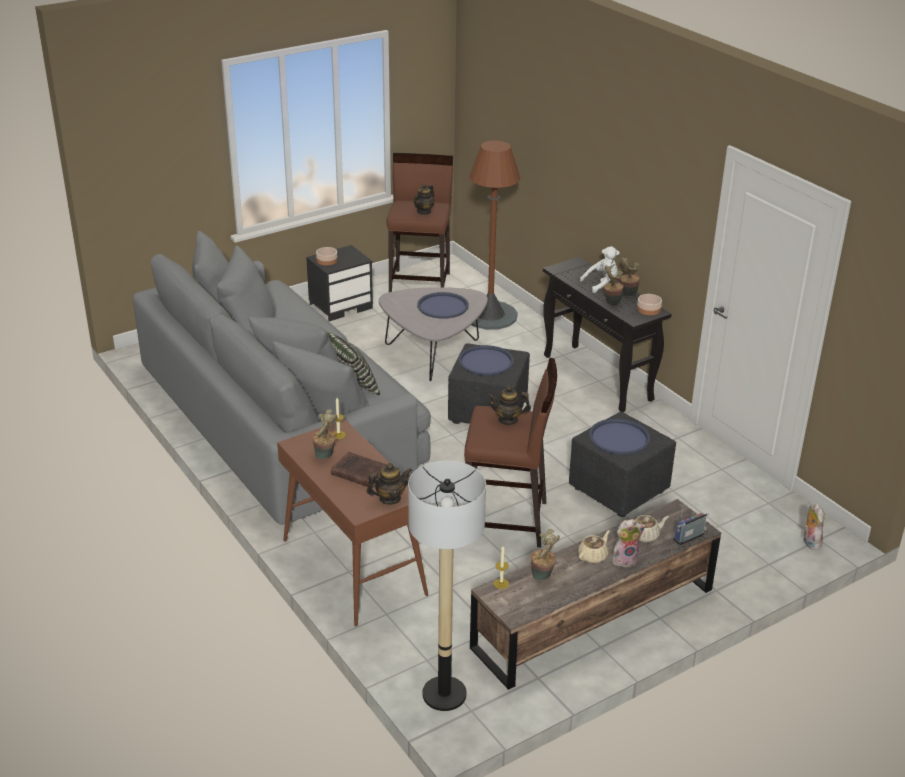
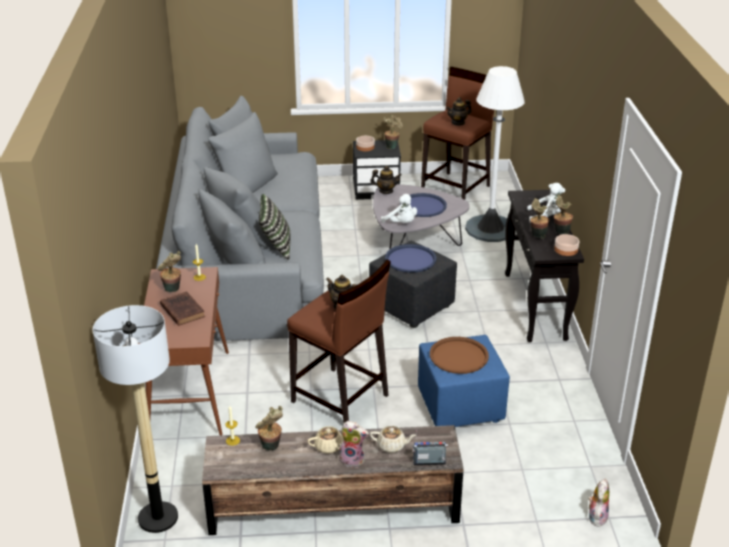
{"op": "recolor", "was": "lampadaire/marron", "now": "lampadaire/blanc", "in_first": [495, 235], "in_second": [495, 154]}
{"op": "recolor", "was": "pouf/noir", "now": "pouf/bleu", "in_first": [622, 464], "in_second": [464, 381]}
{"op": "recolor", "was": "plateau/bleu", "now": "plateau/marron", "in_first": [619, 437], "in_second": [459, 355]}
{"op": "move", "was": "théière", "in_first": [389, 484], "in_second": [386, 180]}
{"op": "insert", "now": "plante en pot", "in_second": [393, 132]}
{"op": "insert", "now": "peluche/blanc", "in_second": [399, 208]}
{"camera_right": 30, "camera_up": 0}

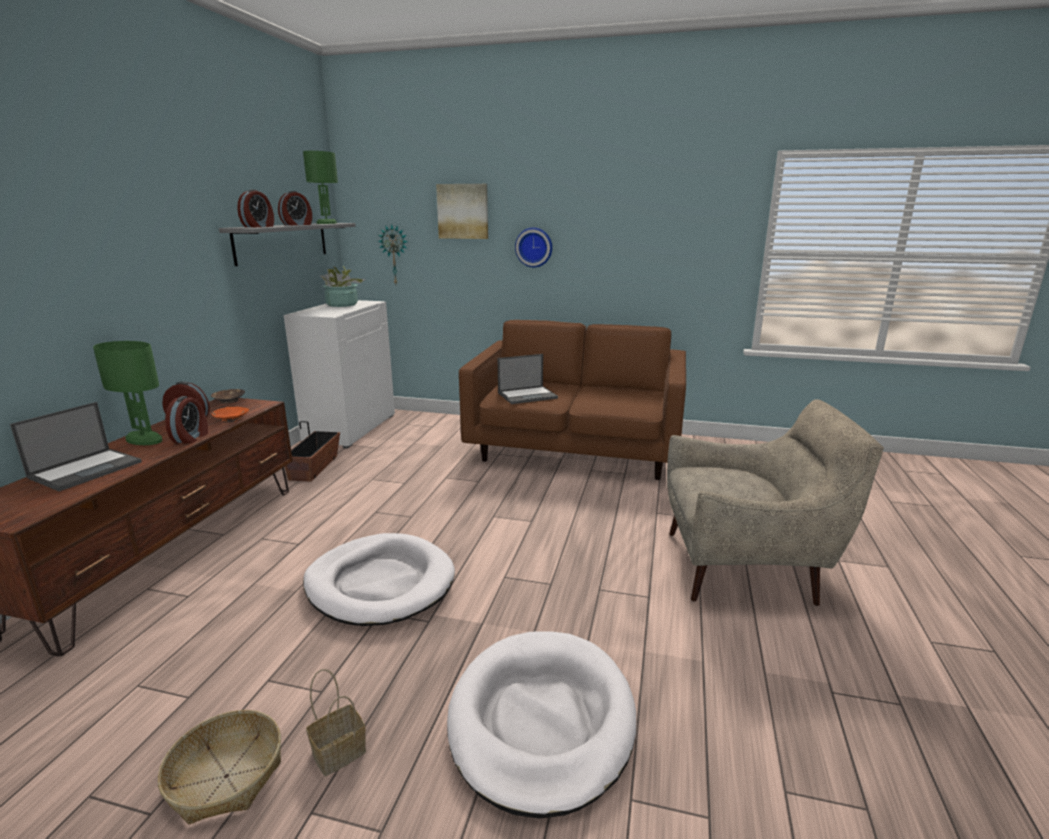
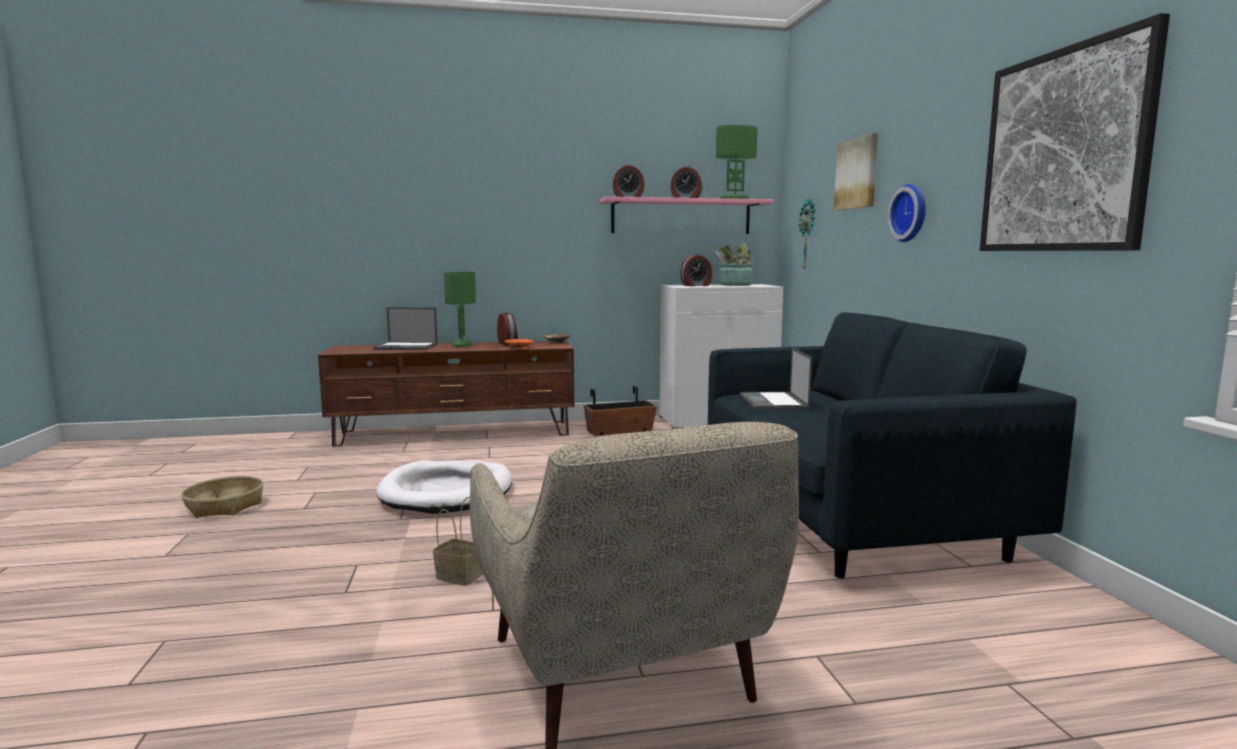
{"op": "recolor", "was": "étagère/gris", "now": "étagère/rose", "in_first": [287, 244], "in_second": [686, 215]}
{"op": "recolor", "was": "canapé/marron", "now": "canapé/bleu", "in_first": [572, 400], "in_second": [892, 445]}
{"op": "rotate", "was": "ordinateur portable", "in_first": [528, 379], "in_second": [776, 378], "clockwise": 45}
{"op": "move", "was": "réveil", "in_first": [186, 420], "in_second": [696, 270]}
{"op": "delete", "was": "panier pour chien/blanc", "in_first": [541, 725]}
{"op": "move", "was": "panier", "in_first": [336, 722], "in_second": [458, 541]}
{"op": "insert", "now": "tableau", "in_second": [1075, 132]}
{"camera_right": 65, "camera_up": -10}

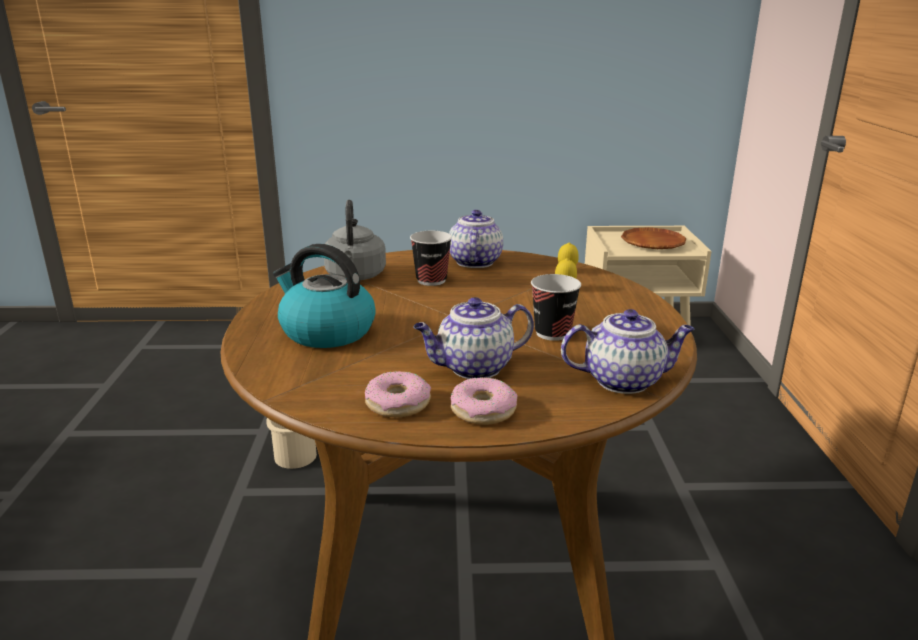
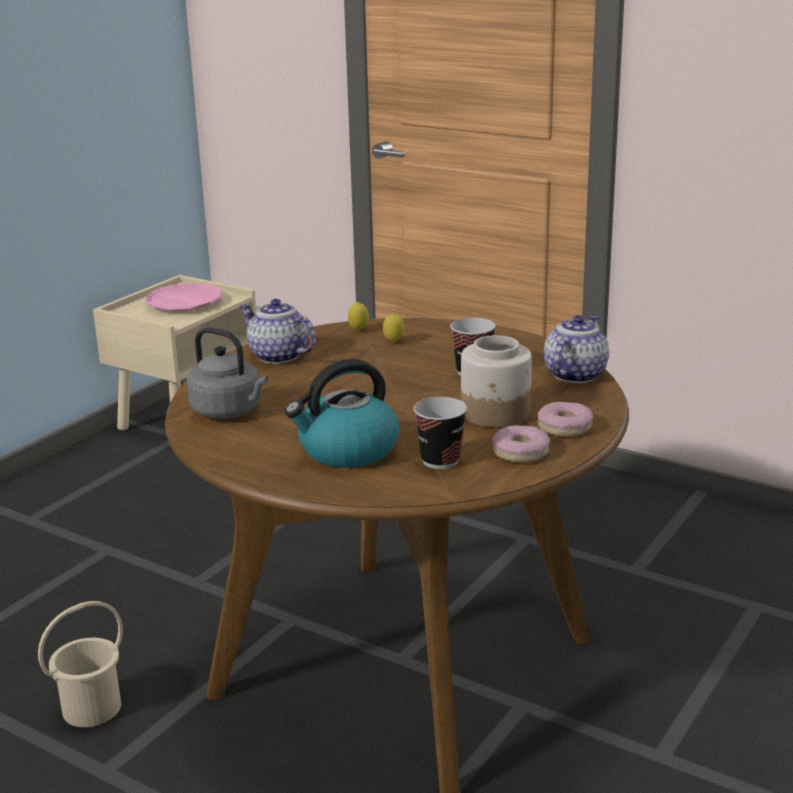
{"op": "recolor", "was": "assiette/marron", "now": "assiette/rose", "in_first": [653, 238], "in_second": [183, 297]}
{"op": "move", "was": "tasse", "in_first": [431, 258], "in_second": [440, 433]}
{"op": "replace", "was": "théière", "now": "bocal", "in_first": [473, 338], "in_second": [496, 381]}
{"camera_right": -55, "camera_up": 0}

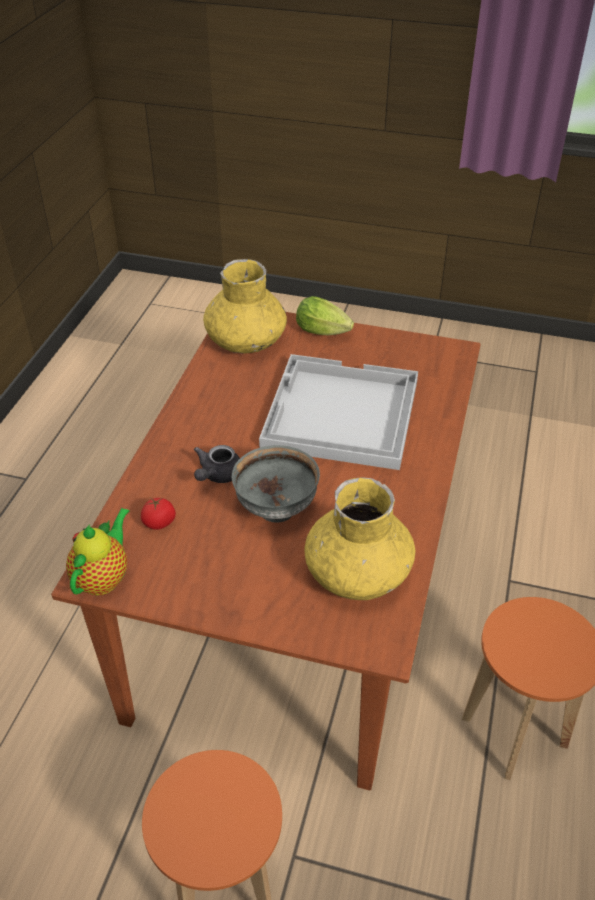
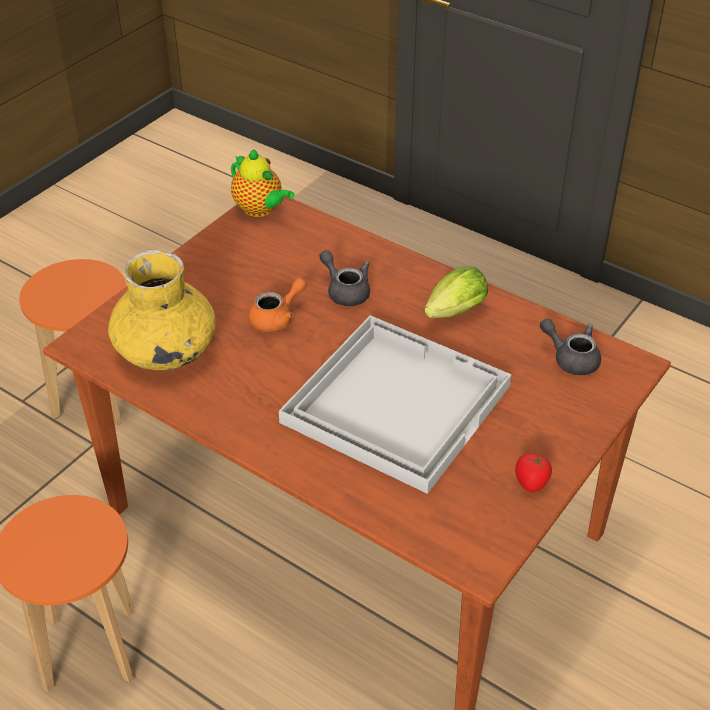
{"op": "replace", "was": "vase/jaune", "now": "théière/gris", "in_first": [245, 306], "in_second": [570, 347]}
{"op": "move", "was": "laitue", "in_first": [325, 315], "in_second": [456, 292]}
{"op": "replace", "was": "bol/gris", "now": "théière/orange", "in_first": [275, 484], "in_second": [277, 305]}
{"op": "move", "was": "tomate", "in_first": [158, 514], "in_second": [533, 472]}
{"camera_right": 110, "camera_up": 0}

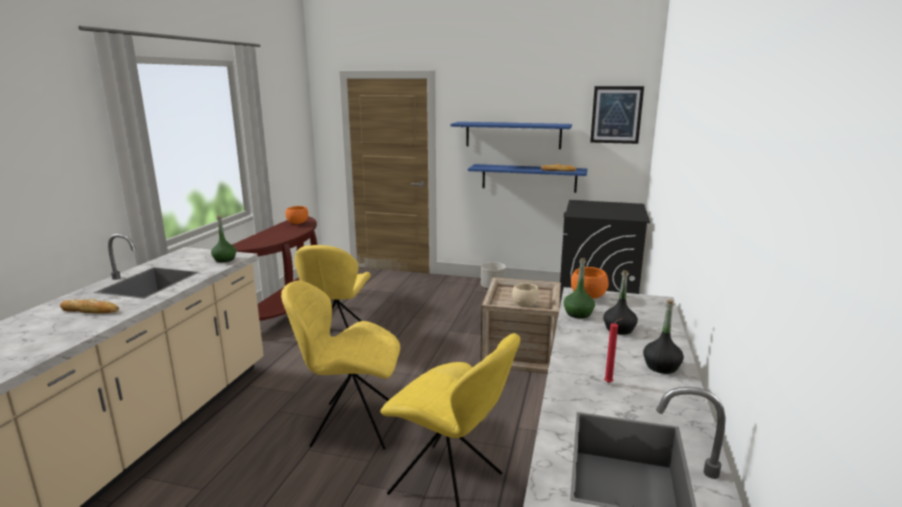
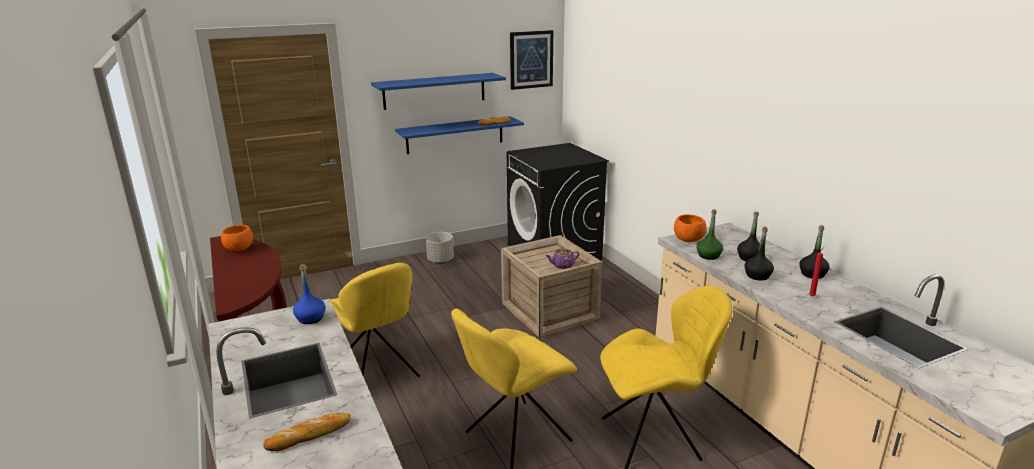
{"op": "recolor", "was": "bouteille/vert", "now": "bouteille/bleu", "in_first": [224, 238], "in_second": [309, 294]}
{"op": "replace", "was": "bol/beige", "now": "théière/violet", "in_first": [525, 295], "in_second": [562, 258]}
{"op": "insert", "now": "bouteille/noir", "in_second": [759, 254]}
{"camera_right": -40, "camera_up": 5}

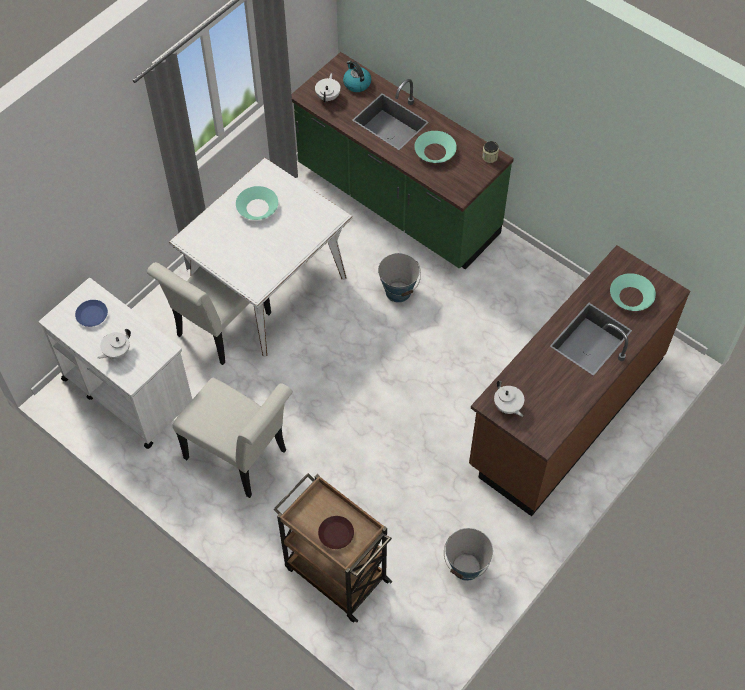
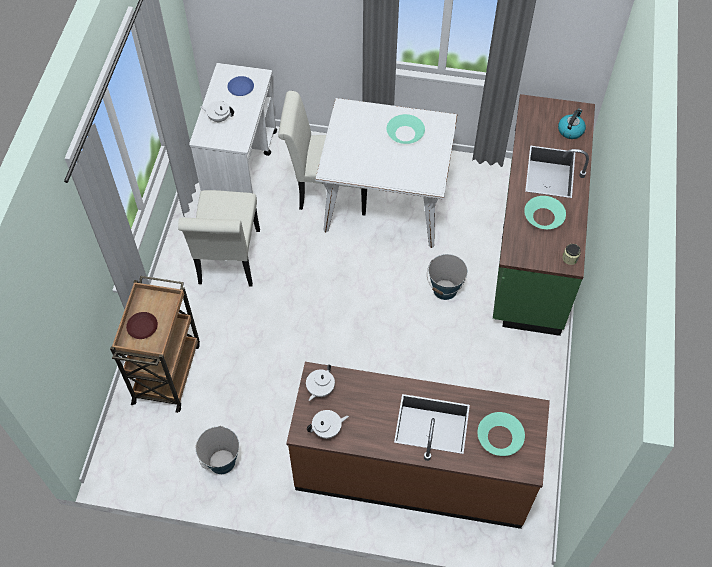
{"op": "move", "was": "théière/blanc", "in_first": [328, 88], "in_second": [328, 424]}
{"camera_right": 60, "camera_up": 0}

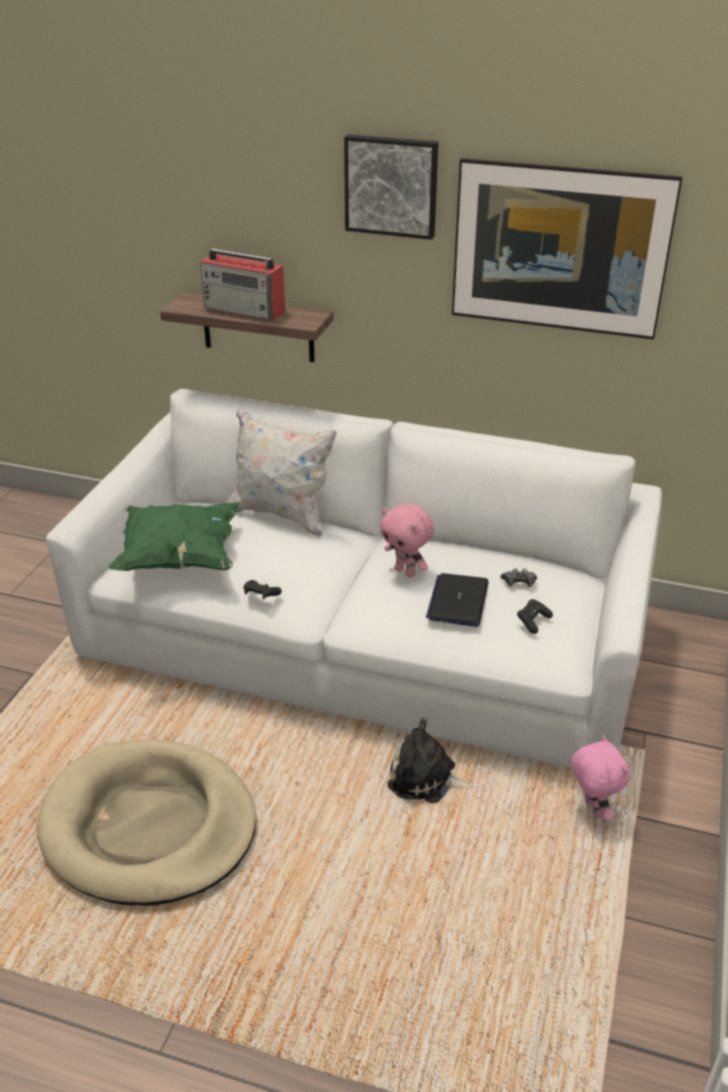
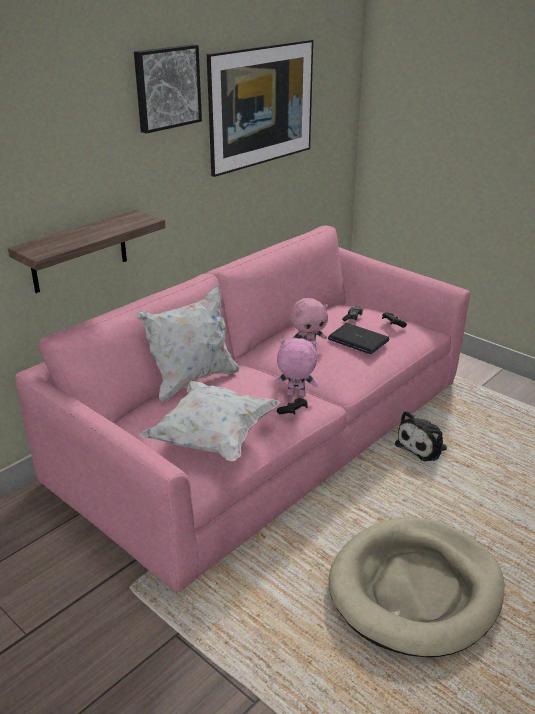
{"op": "delete", "was": "radio", "in_first": [242, 284]}
{"op": "recolor", "was": "canapé/blanc", "now": "canapé/rose", "in_first": [354, 578], "in_second": [242, 409]}
{"op": "recolor", "was": "coussin/vert", "now": "coussin/blanc", "in_first": [174, 537], "in_second": [210, 421]}
{"op": "move", "was": "peluche/rose", "in_first": [600, 777], "in_second": [296, 367]}
{"camera_right": -65, "camera_up": -5}

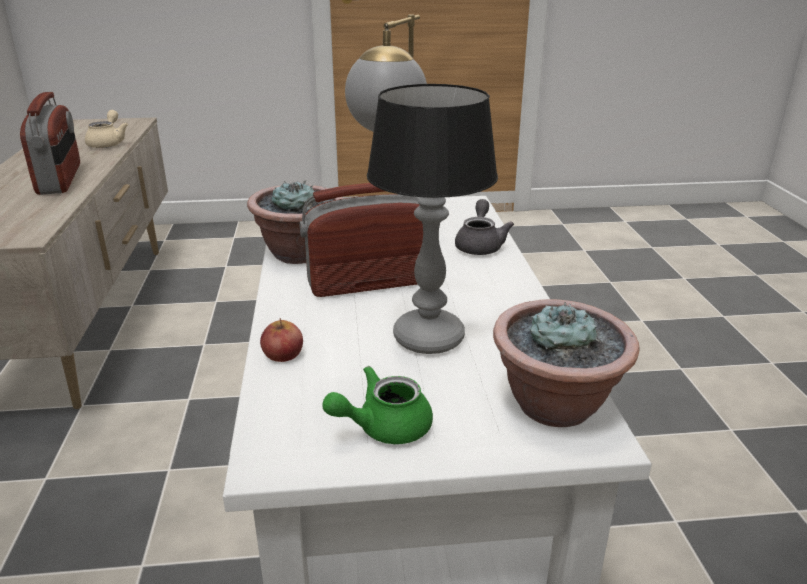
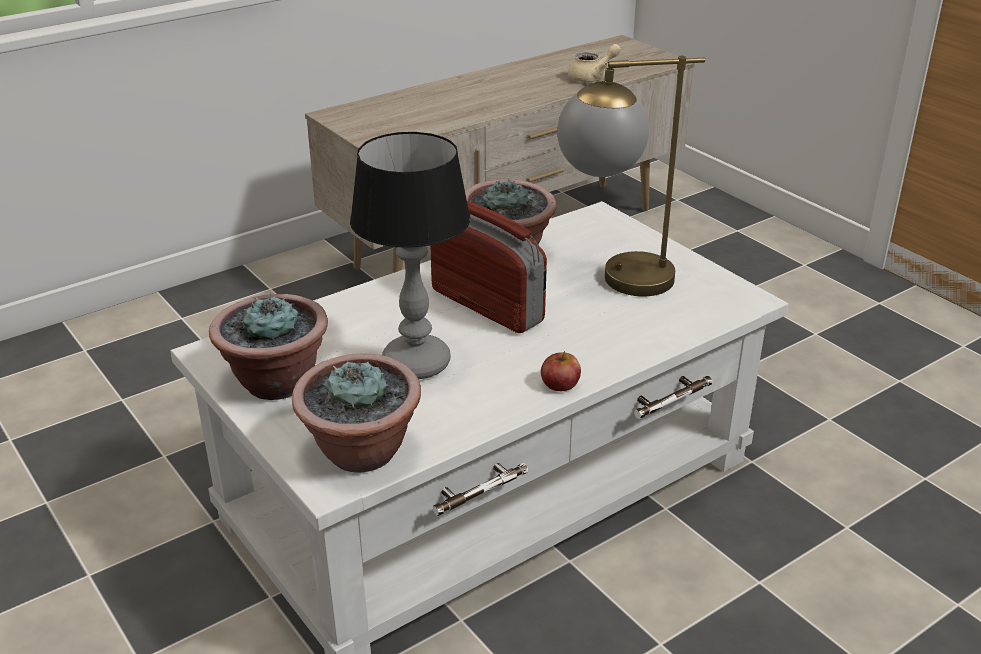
{"op": "delete", "was": "radio", "in_first": [50, 143]}
{"op": "delete", "was": "théière/gris", "in_first": [484, 227]}
{"op": "move", "was": "pomme", "in_first": [281, 340], "in_second": [561, 371]}
{"op": "replace", "was": "théière/vert", "now": "plante en pot", "in_first": [377, 405], "in_second": [268, 347]}
{"camera_right": 60, "camera_up": 5}

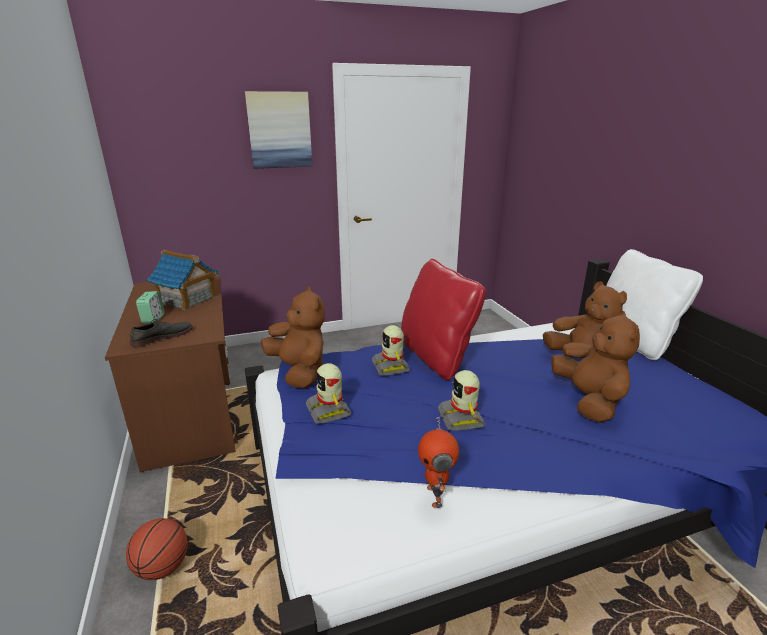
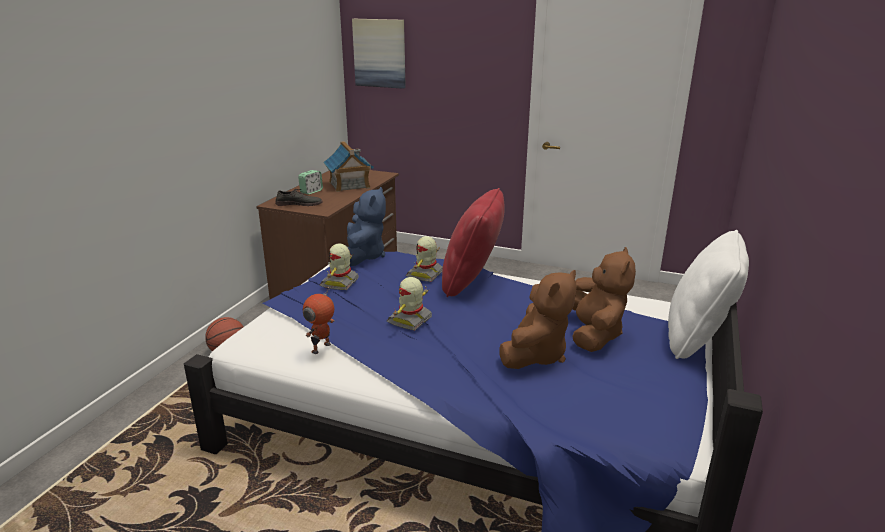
{"op": "move", "was": "tableau", "in_first": [278, 130], "in_second": [379, 54]}
{"op": "recolor", "was": "peluche/marron", "now": "peluche/bleu", "in_first": [293, 337], "in_second": [366, 226]}
{"camera_right": 40, "camera_up": 0}

